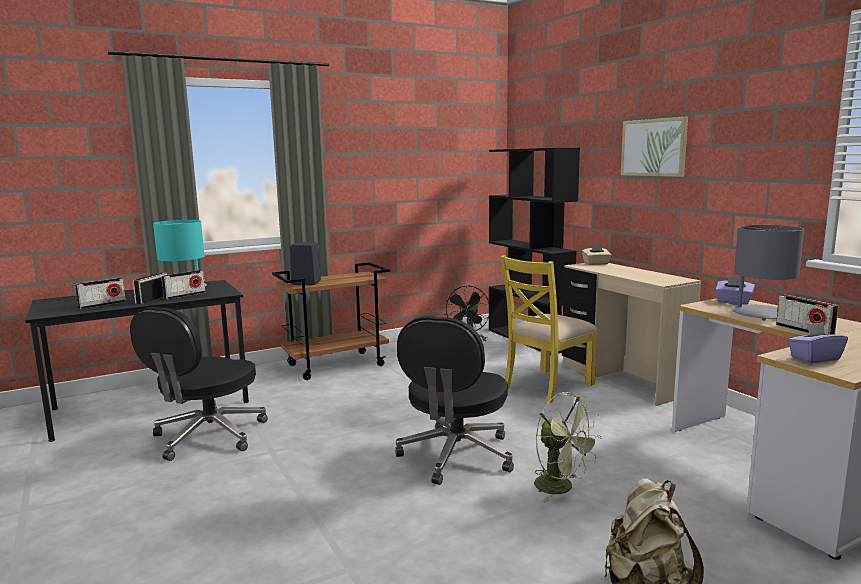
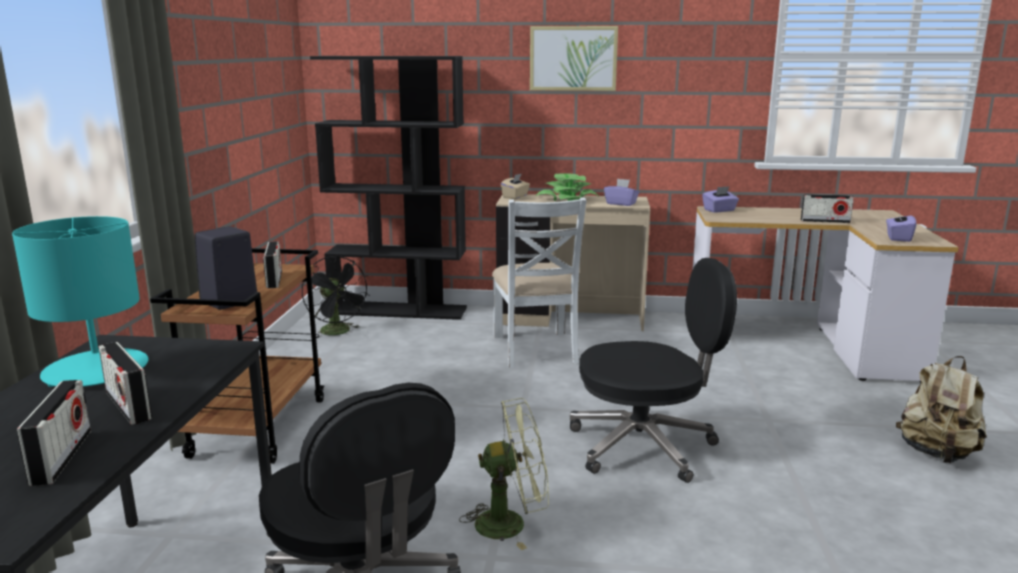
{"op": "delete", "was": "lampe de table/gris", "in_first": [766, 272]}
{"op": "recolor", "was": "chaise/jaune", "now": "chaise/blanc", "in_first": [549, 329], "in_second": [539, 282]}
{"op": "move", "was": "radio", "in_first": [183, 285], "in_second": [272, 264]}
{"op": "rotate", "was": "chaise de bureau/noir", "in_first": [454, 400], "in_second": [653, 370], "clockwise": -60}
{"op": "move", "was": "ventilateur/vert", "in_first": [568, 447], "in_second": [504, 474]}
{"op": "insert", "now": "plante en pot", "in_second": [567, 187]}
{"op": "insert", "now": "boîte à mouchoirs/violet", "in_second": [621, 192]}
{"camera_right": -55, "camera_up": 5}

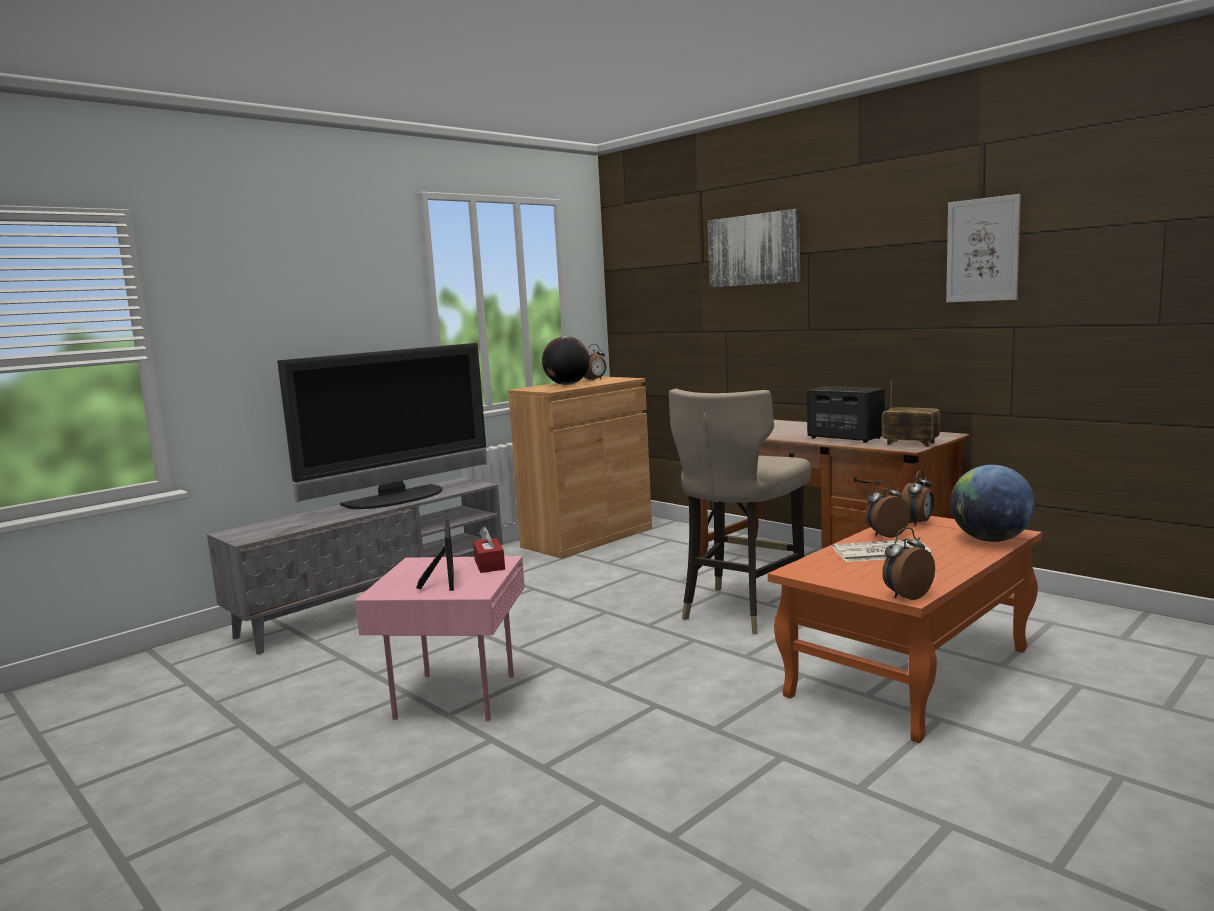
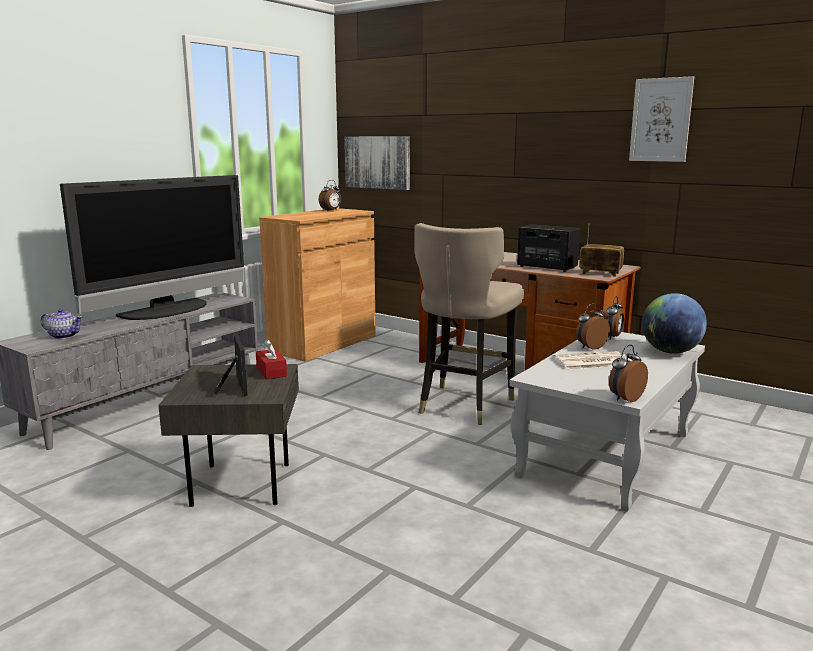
{"op": "move", "was": "tableau", "in_first": [754, 248], "in_second": [377, 163]}
{"op": "delete", "was": "globe", "in_first": [566, 360]}
{"op": "recolor", "was": "table basse/orange", "now": "table basse/blanc", "in_first": [905, 629], "in_second": [607, 422]}
{"op": "recolor", "was": "table d'appoint/rose", "now": "table d'appoint/gris", "in_first": [440, 638], "in_second": [228, 435]}
{"op": "insert", "now": "théière", "in_second": [62, 324]}
{"camera_right": -10, "camera_up": 5}

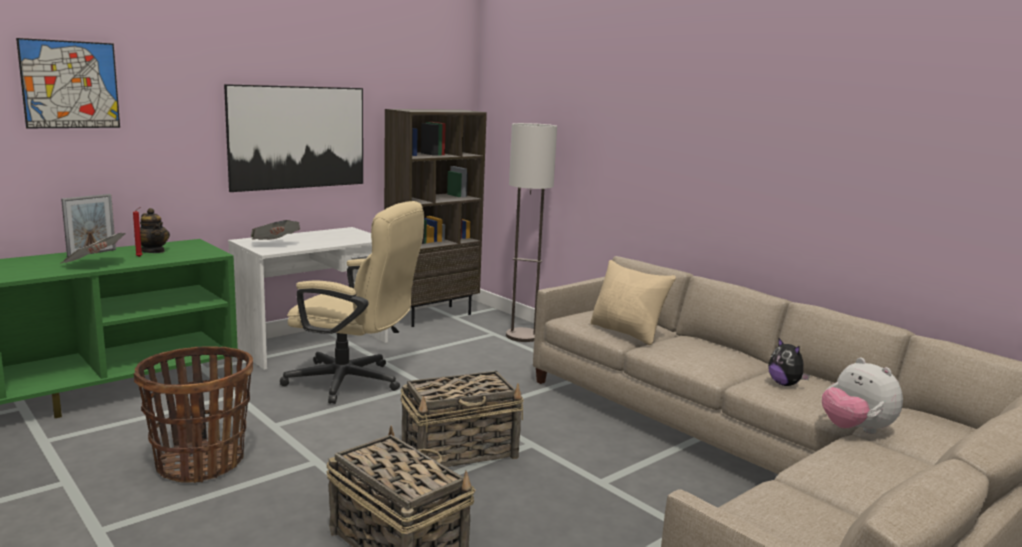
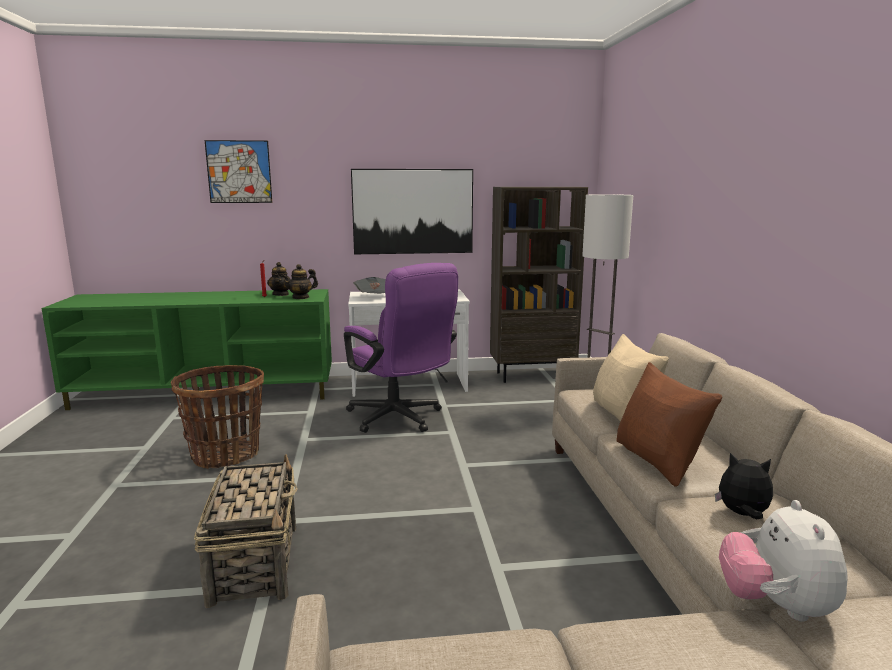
{"op": "delete", "was": "cadre photo", "in_first": [88, 225]}
{"op": "recolor", "was": "chaise de bureau/beige", "now": "chaise de bureau/violet", "in_first": [352, 302], "in_second": [401, 348]}
{"op": "delete", "was": "journal", "in_first": [93, 248]}
{"op": "rotate", "was": "peluche", "in_first": [789, 362], "in_second": [744, 486], "clockwise": 105}
{"op": "delete", "was": "panier", "in_first": [462, 419]}
{"op": "insert", "now": "théière", "in_second": [299, 281]}
{"op": "insert", "now": "coussin/marron", "in_second": [669, 424]}
{"camera_right": 35, "camera_up": 0}

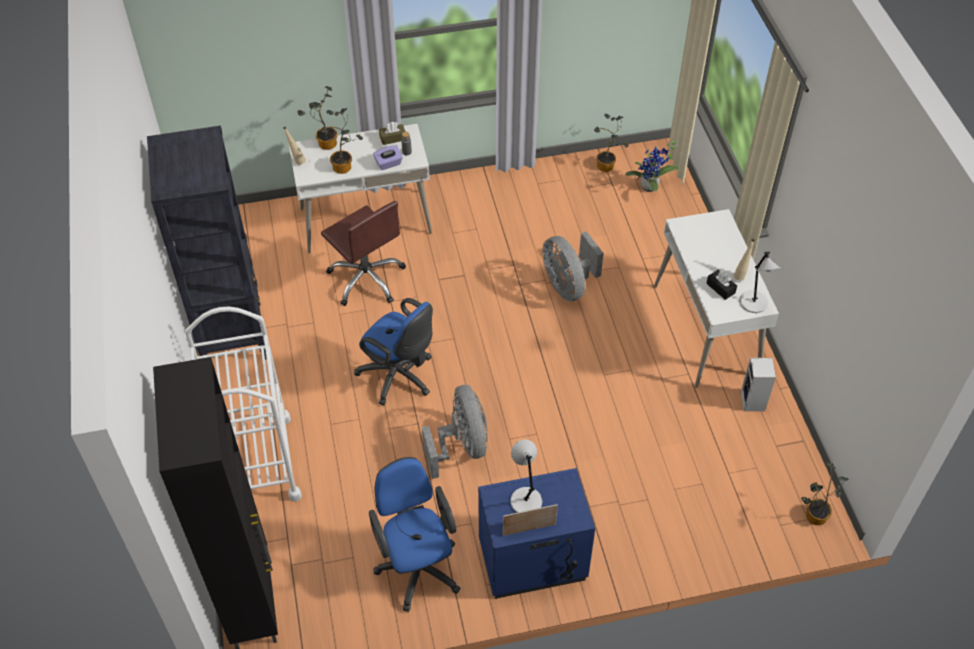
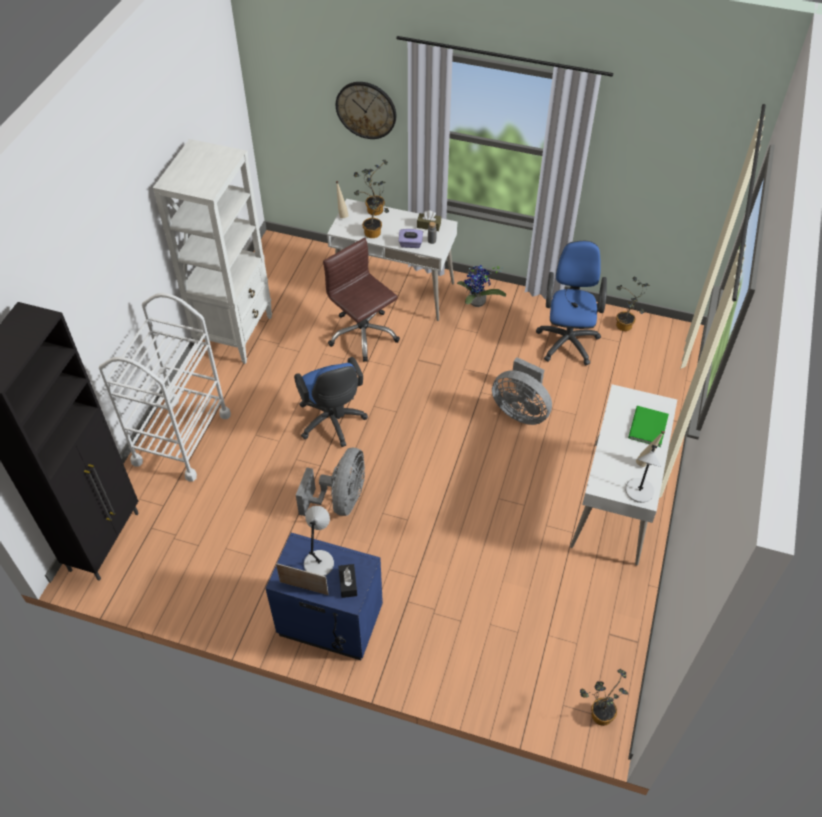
{"op": "recolor", "was": "bibliothèque/noir", "now": "bibliothèque/blanc", "in_first": [207, 243], "in_second": [212, 251]}
{"op": "move", "was": "plante en pot", "in_first": [652, 166], "in_second": [481, 286]}
{"op": "rotate", "was": "chaise de bureau/marron", "in_first": [363, 253], "in_second": [361, 300], "clockwise": 150}
{"op": "rotate", "was": "ventilateur/gris", "in_first": [573, 266], "in_second": [522, 391], "clockwise": -60}
{"op": "move", "was": "boîte à mouchoirs/noir", "in_first": [721, 285], "in_second": [347, 581]}
{"op": "delete", "was": "enceinte", "in_first": [758, 384]}
{"op": "move", "was": "chaise de bureau/bleu", "in_first": [415, 534], "in_second": [571, 303]}
{"op": "insert", "now": "horloge murale", "in_second": [366, 110]}
{"op": "insert", "now": "livre/vert", "in_second": [648, 426]}
{"camera_right": 30, "camera_up": 0}

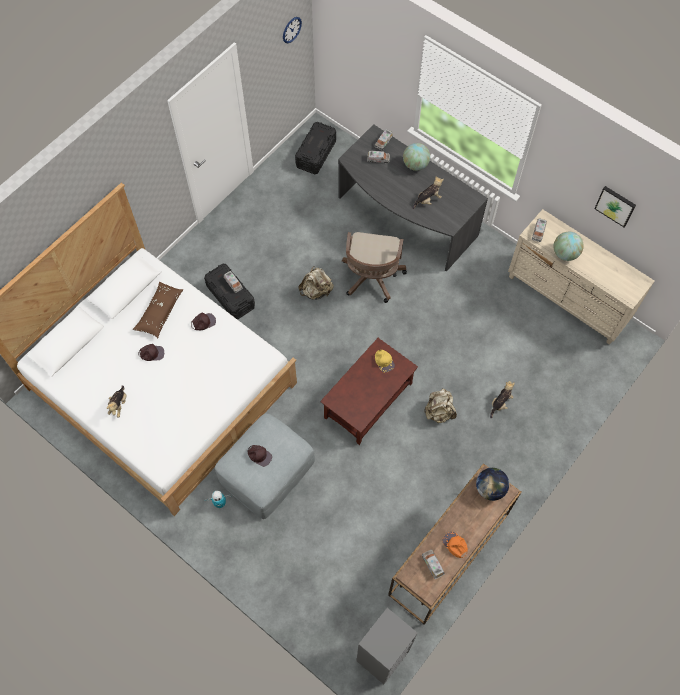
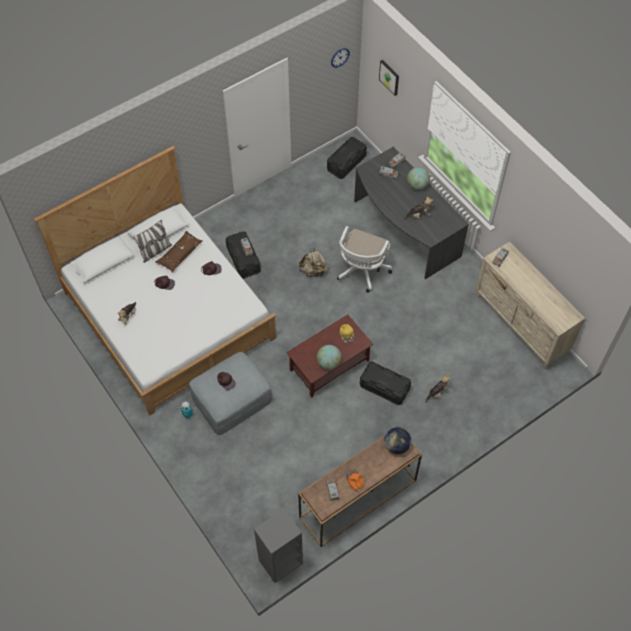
{"op": "move", "was": "tableau", "in_first": [615, 206], "in_second": [389, 78]}
{"op": "recolor", "was": "chaise de bureau/marron", "now": "chaise de bureau/blanc", "in_first": [374, 267], "in_second": [364, 259]}
{"op": "move", "was": "globe", "in_first": [568, 246], "in_second": [329, 357]}
{"op": "replace", "was": "sac à dos/beige", "now": "boîte de rangement/noir", "in_first": [440, 405], "in_second": [385, 383]}
{"op": "insert", "now": "coussin", "in_second": [152, 241]}
{"camera_right": 15, "camera_up": -5}

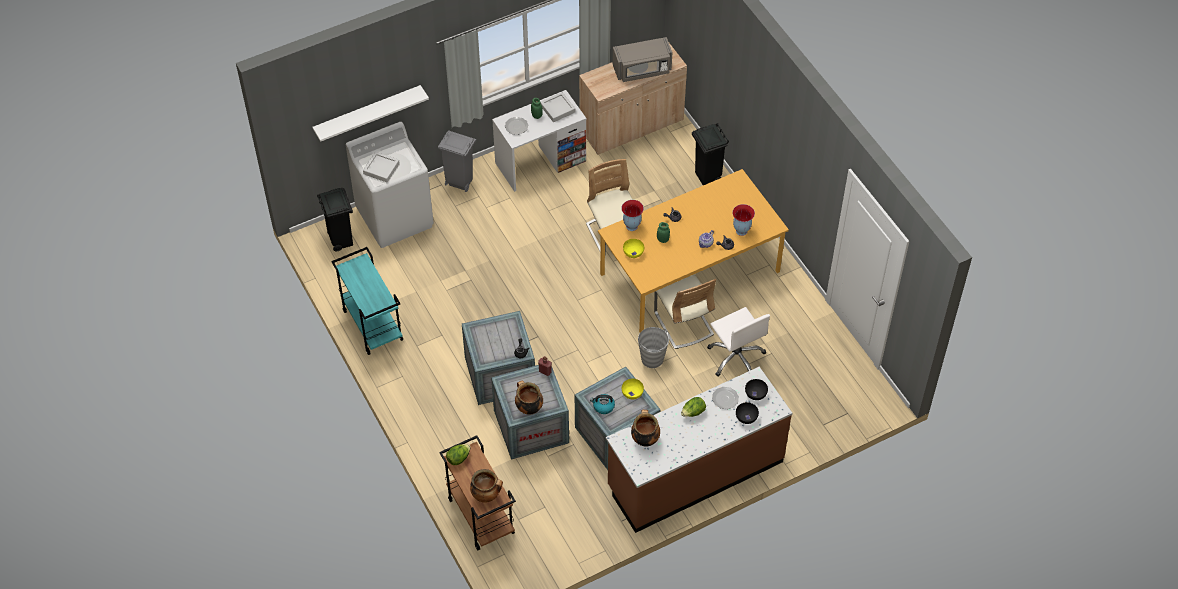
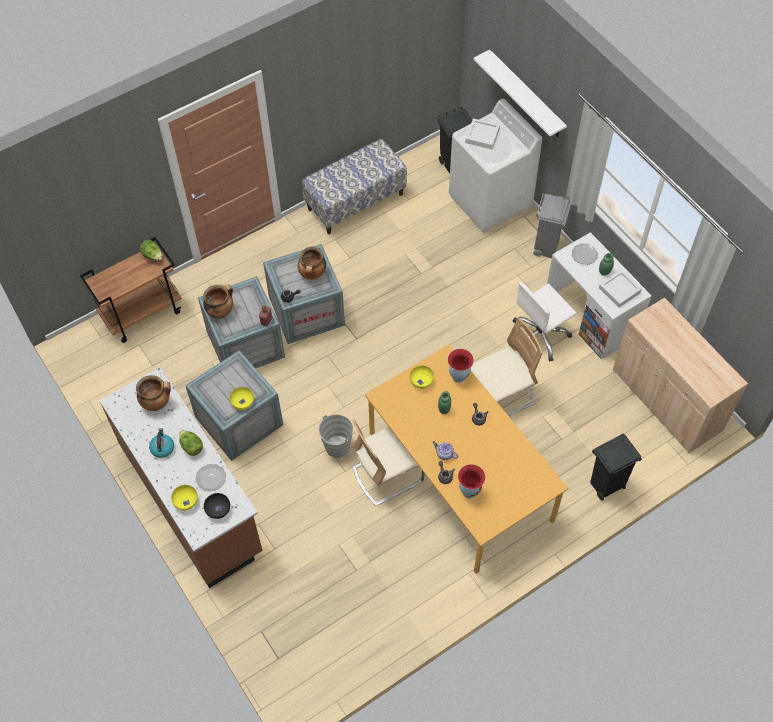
{"op": "delete", "was": "micro-ondes/gris", "in_first": [642, 59]}
{"op": "replace", "was": "chariot/turquoise", "now": "banc", "in_first": [367, 301], "in_second": [354, 186]}
{"op": "move", "was": "chaise de bureau/blanc", "in_first": [738, 342], "in_second": [544, 322]}
{"op": "move", "was": "bouilloire", "in_first": [602, 404], "in_second": [161, 443]}
{"op": "recolor", "was": "bol/noir", "now": "bol/jaune", "in_first": [747, 413], "in_second": [184, 498]}
{"op": "move", "was": "marmite", "in_first": [486, 486], "in_second": [312, 263]}
{"camera_right": 85, "camera_up": 5}

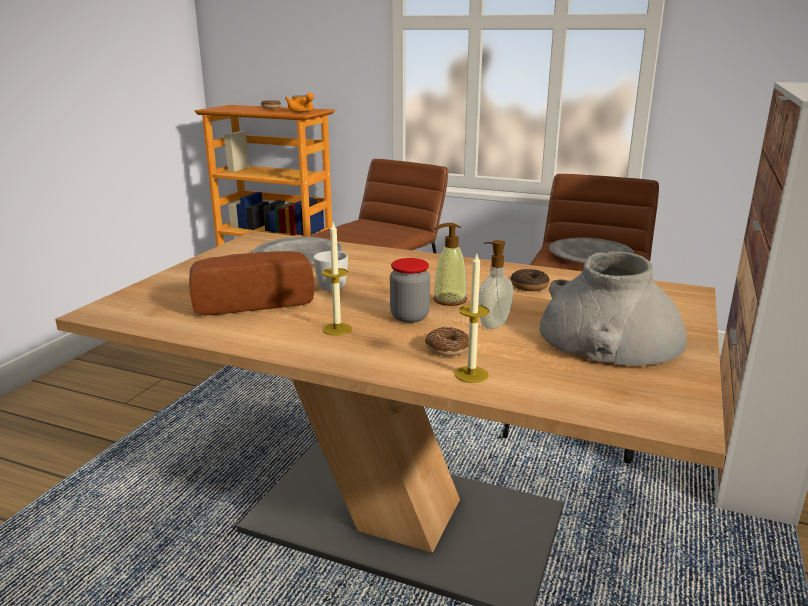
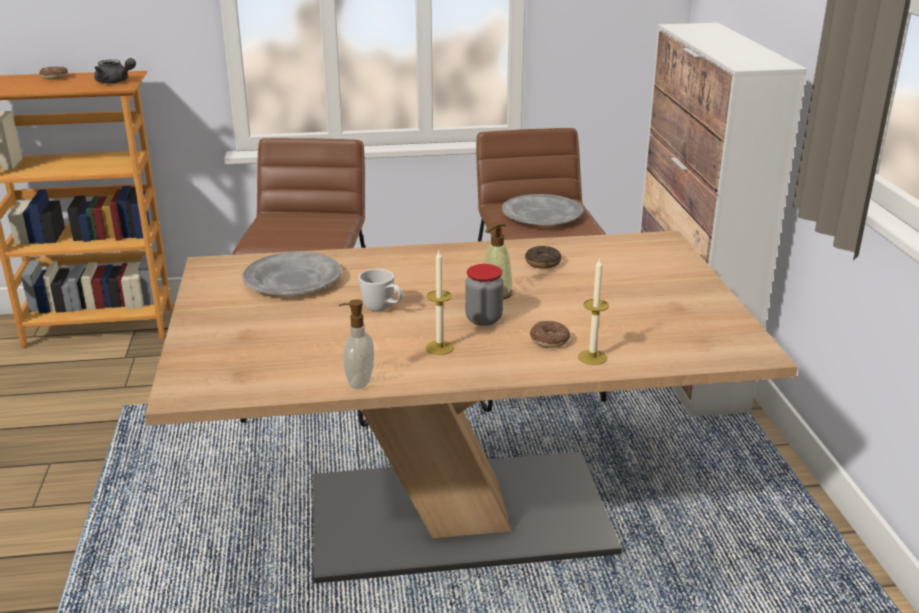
{"op": "recolor", "was": "théière/orange", "now": "théière/gris", "in_first": [299, 102], "in_second": [115, 71]}
{"op": "move", "was": "distributeur de savon", "in_first": [495, 284], "in_second": [356, 344]}
{"op": "delete", "was": "pain", "in_first": [251, 283]}
{"op": "delete", "was": "vase/gris", "in_first": [613, 308]}
{"camera_right": -30, "camera_up": 5}

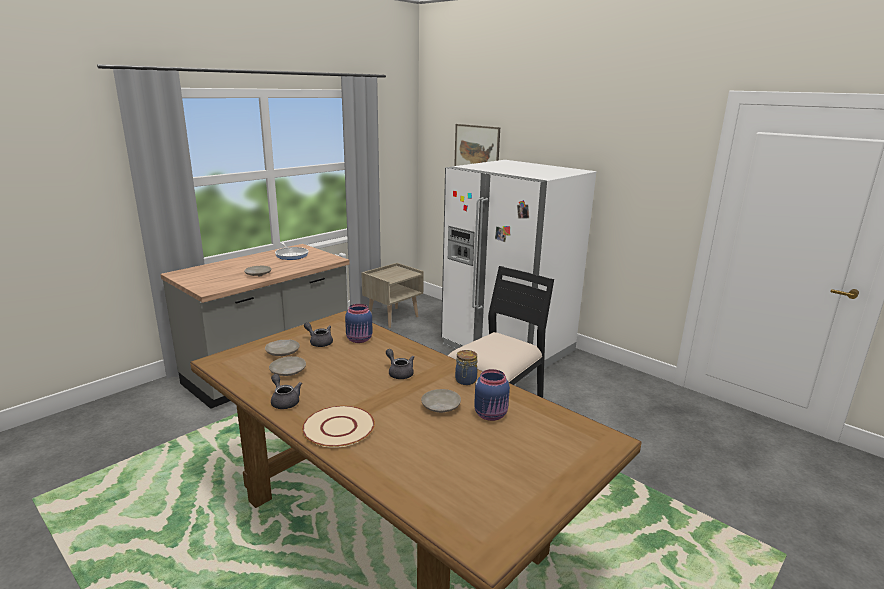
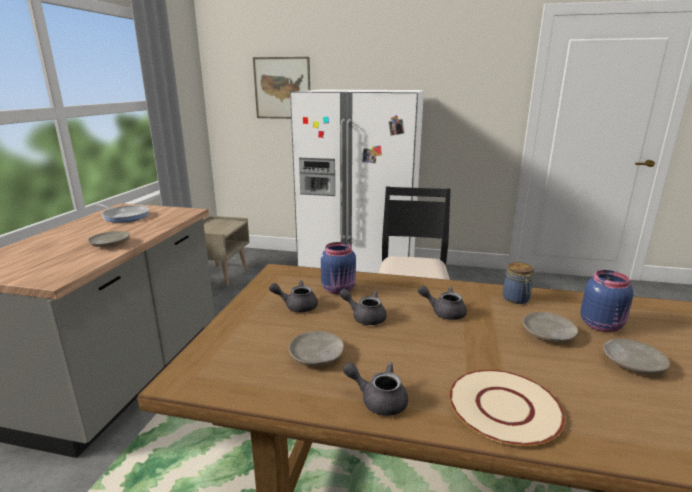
{"op": "move", "was": "assiette/beige", "in_first": [282, 348], "in_second": [636, 356]}
{"op": "insert", "now": "théière/gris", "in_second": [363, 307]}
{"camera_right": -30, "camera_up": 0}

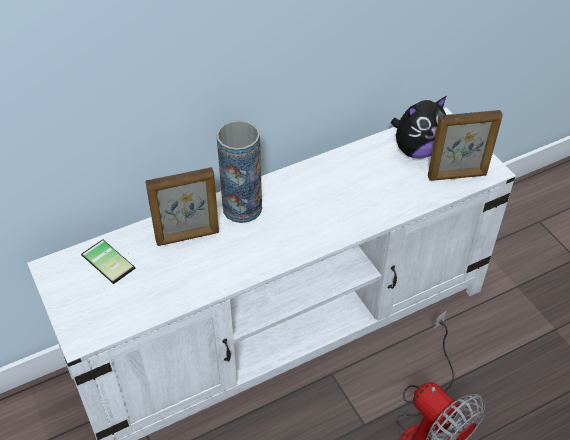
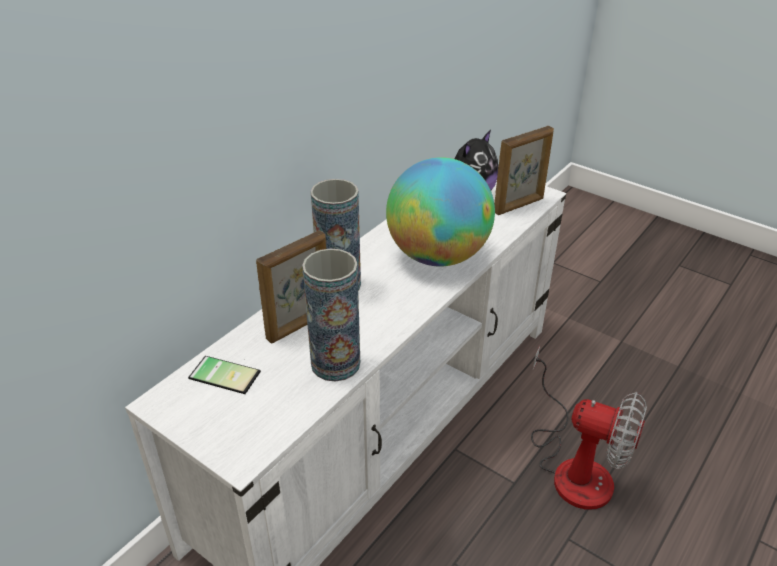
{"op": "insert", "now": "globe", "in_second": [440, 212]}
{"op": "insert", "now": "vase", "in_second": [331, 315]}
{"camera_right": -25, "camera_up": -10}

